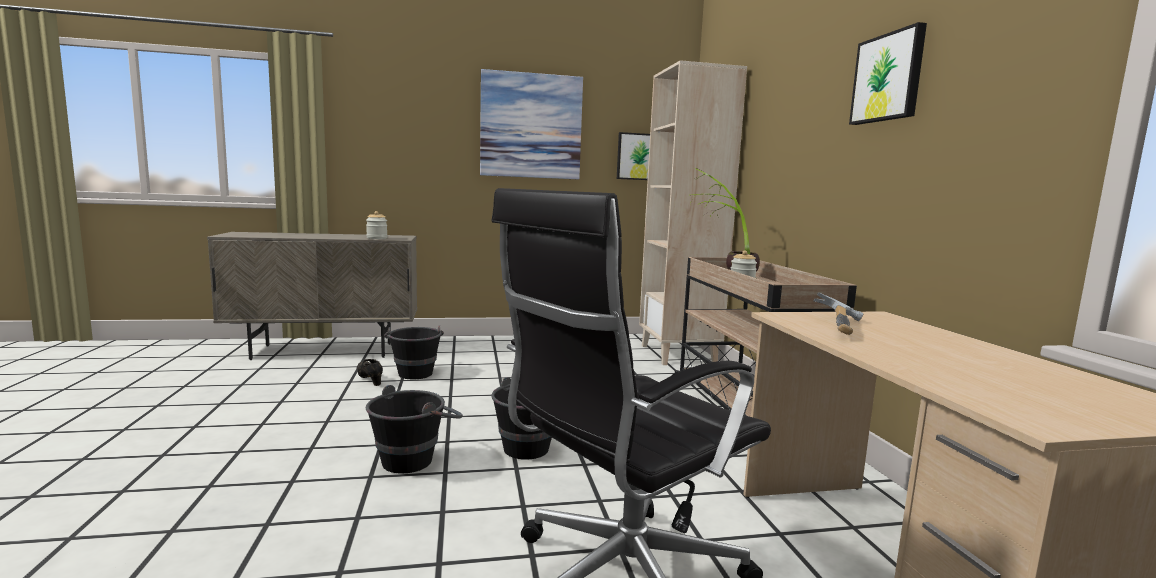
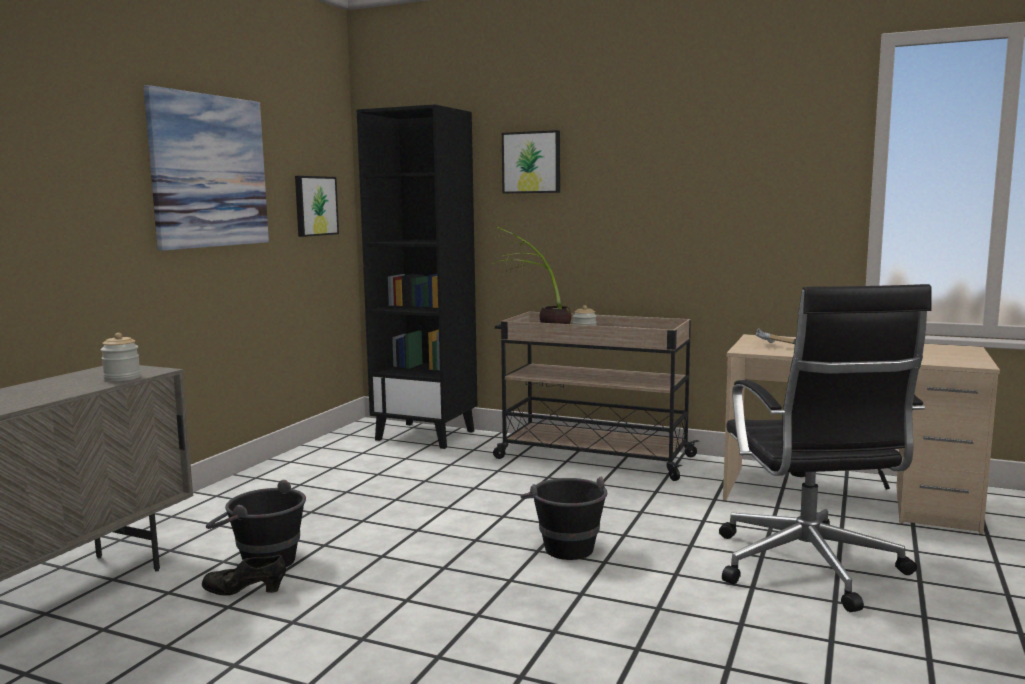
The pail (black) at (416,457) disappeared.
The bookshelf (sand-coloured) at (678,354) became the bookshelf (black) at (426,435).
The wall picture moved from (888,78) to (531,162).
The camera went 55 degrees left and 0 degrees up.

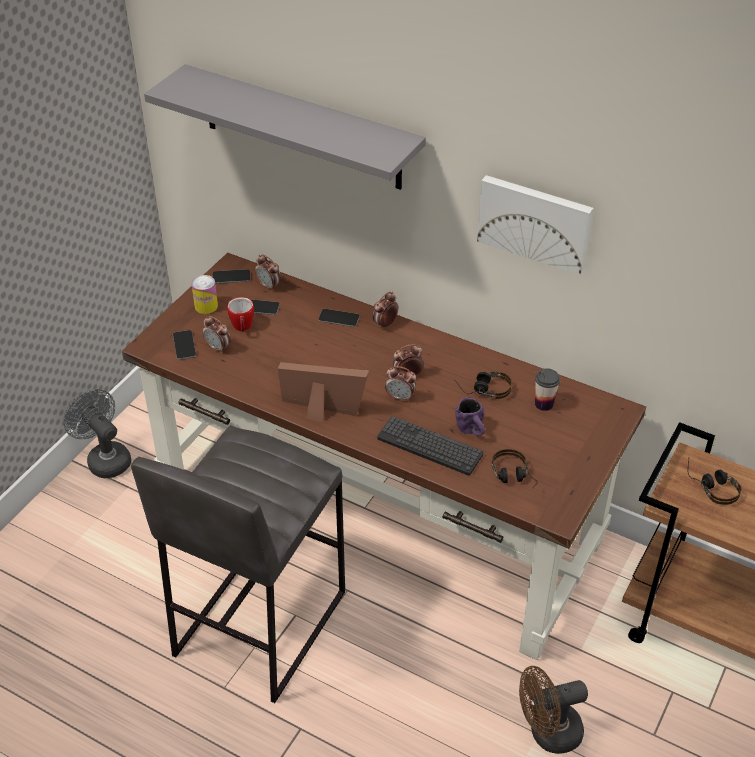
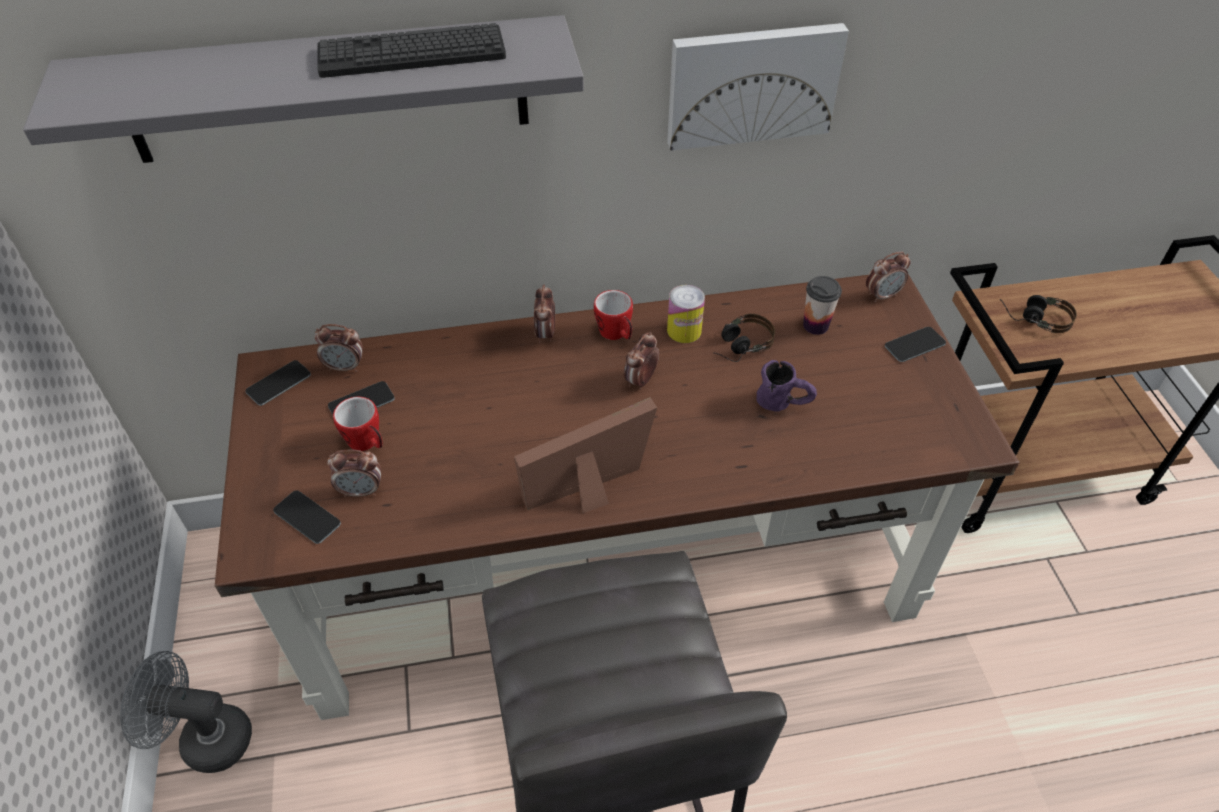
The metal can moved from (206,306) to (684,330).
The telephone moved from (339,318) to (915,345).
The keyboard moved from (429,446) to (412,53).
The alarm clock moved from (400,397) to (882,296).
The headphones at (513,478) disappeared.
The fan (brownish) at (547,733) disappeared.
The mug at (616,334) appeared.
The camera went 40 degrees left and 5 degrees up.

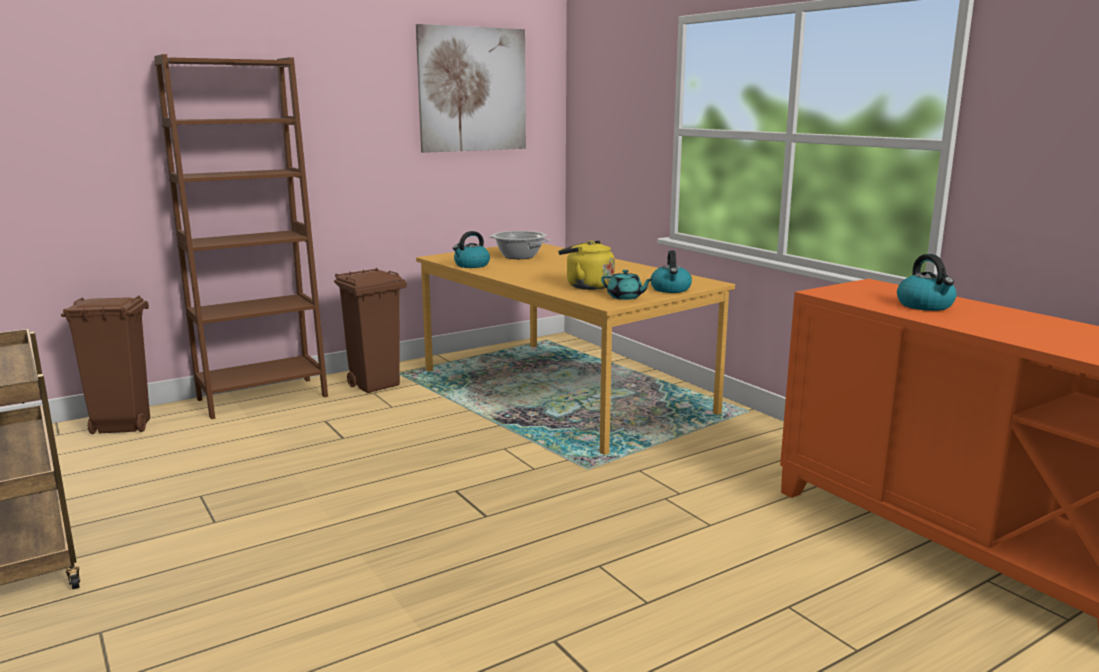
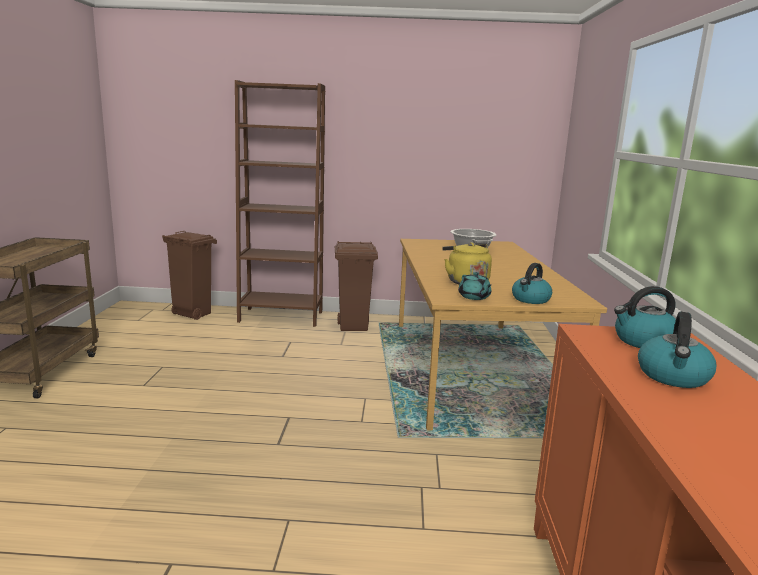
The wall picture at (472,89) disappeared.
The water kettle moved from (471,265) to (643,342).
The camera went 35 degrees right and 0 degrees up.

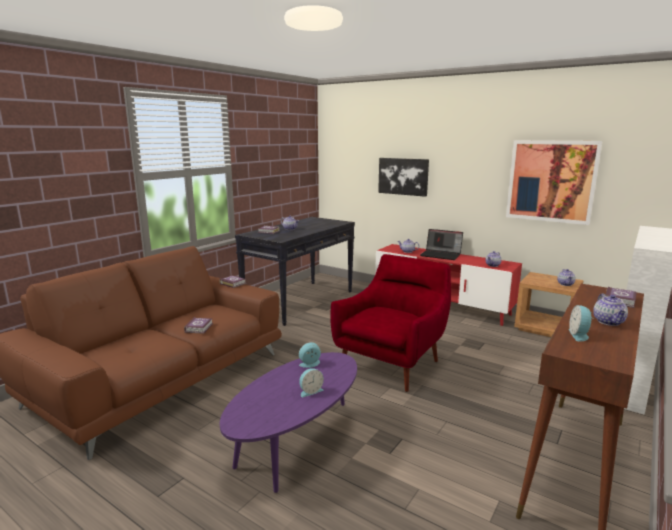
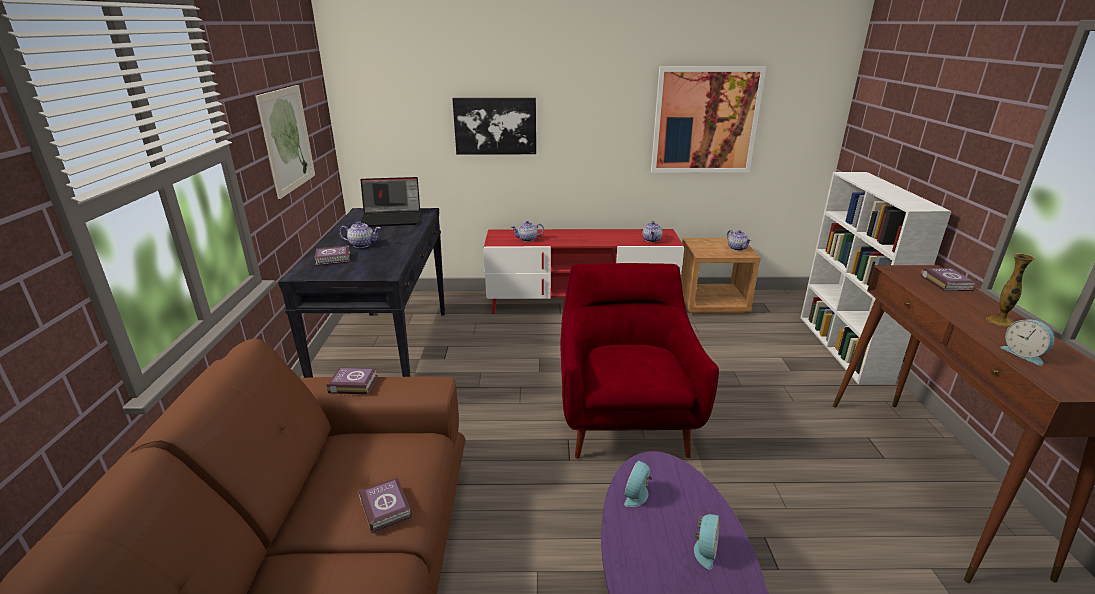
The laptop moved from (441,255) to (392,219).
The tea pot at (609,322) was replaced by the vase at (1000,321).
The wall picture at (287,139) appeared.
The camera went 35 degrees left and 10 degrees up.

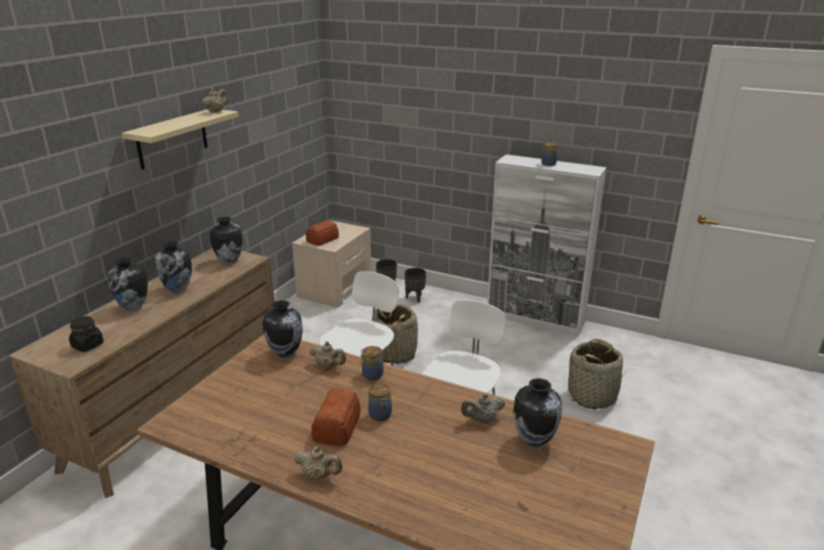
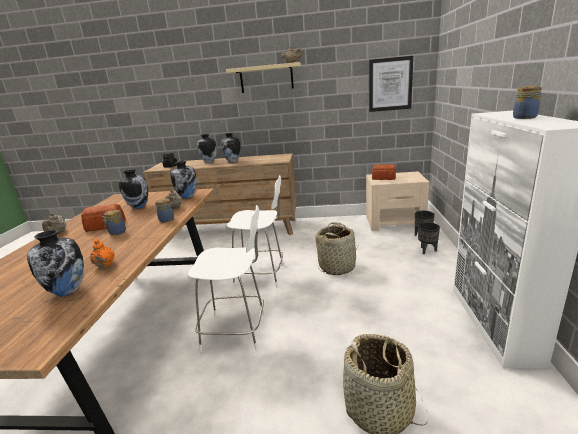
The vase moved from (229,261) to (139,207).
The tea pot (sand-coloured) at (482,420) became the tea pot (orange) at (104,264).
The wall picture at (390,84) appeared.
The camera went 70 degrees right and 5 degrees down.

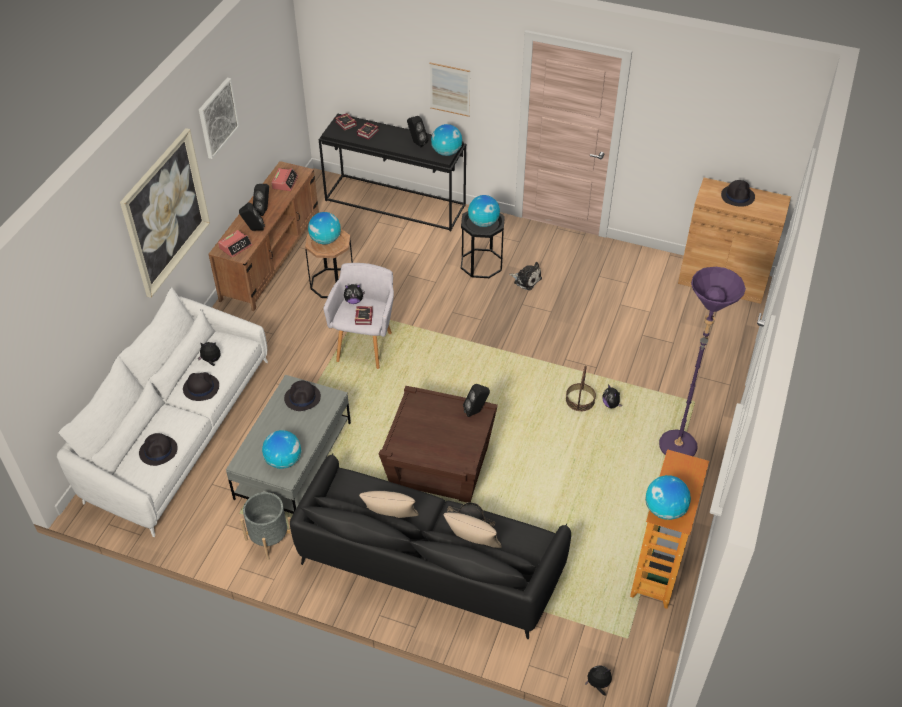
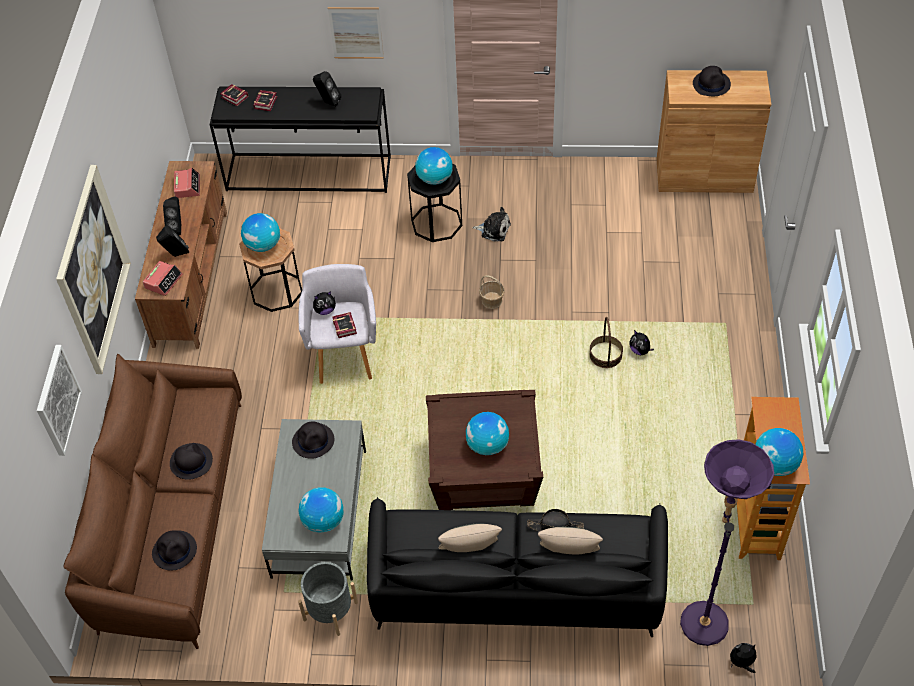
The settee (whitish) at (176,431) became the settee (brownish) at (170,518).
The soft toy at (211,361) disappeared.
The wall picture moved from (217,117) to (57,400).
The world globe moved from (446,152) to (487,445).
The loudspeaker (black) at (476,411) disappeared.
The floor lamp (purple-coloured) moved from (679,439) to (703,614).
The storage basket at (492,301) appeared.
The camera went 15 degrees left and 5 degrees up.

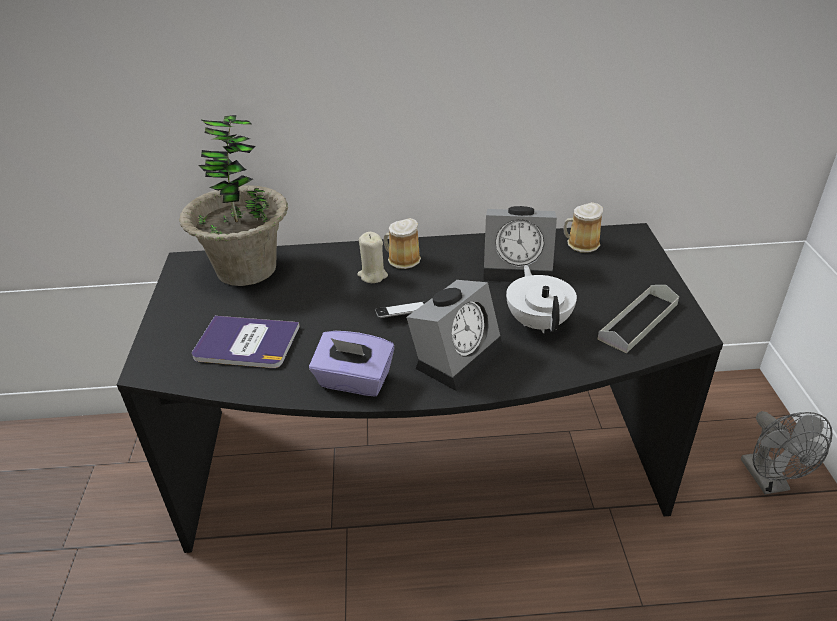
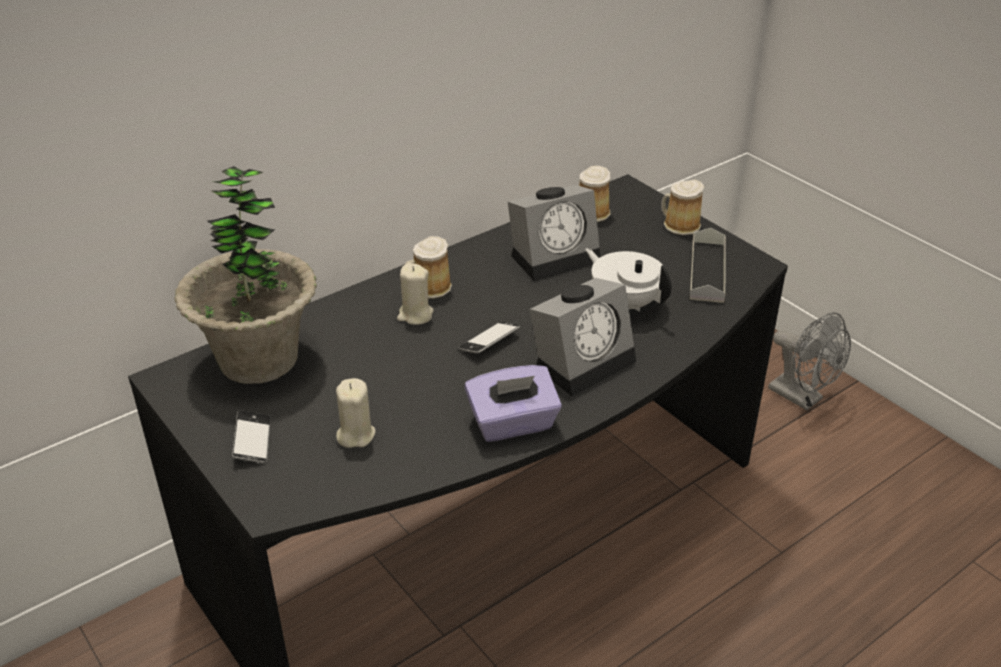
The bound book at (246,343) was replaced by the candle (sand-coloured) at (355,435).
The alarm clock at (458,355) turned 45 degrees clockwise.
The telephone at (252,441) appeared.
The mug at (679,225) appeared.
The camera went 35 degrees left and 0 degrees up.

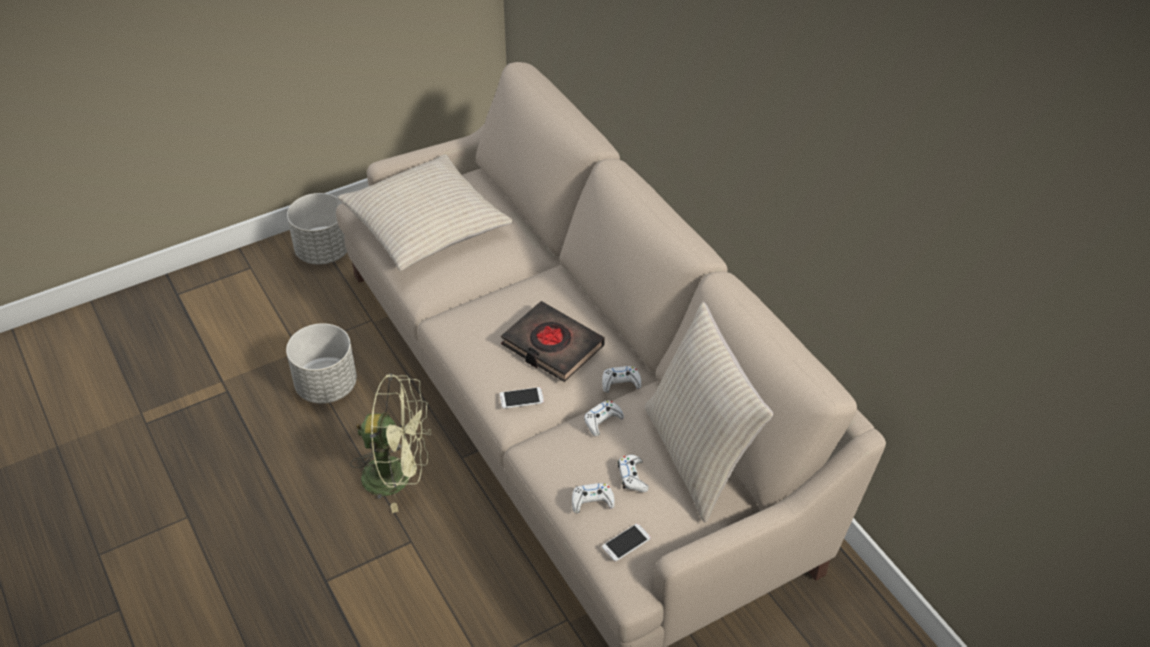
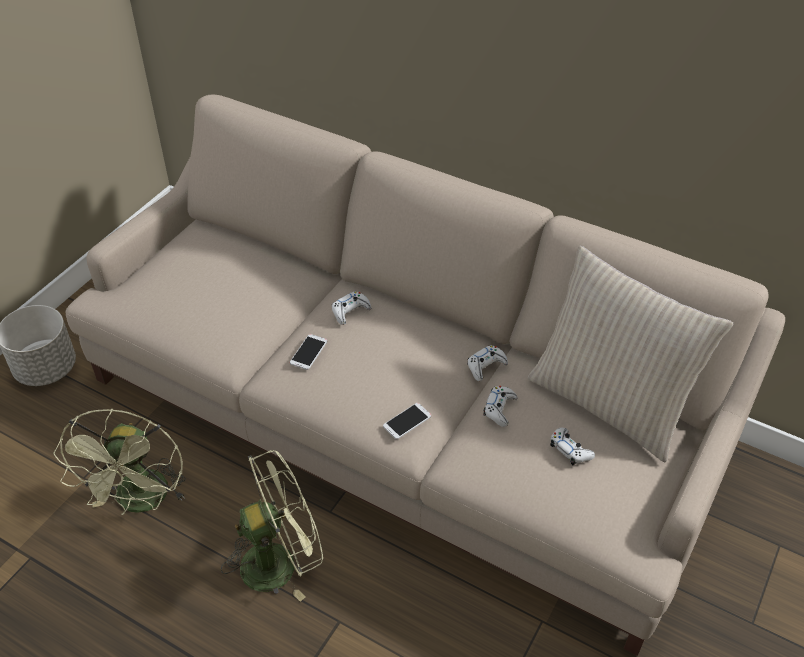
The plant pot (greyish) at (327,386) was replaced by the fan (greenish) at (141,502).
The pillow (sand-coloured) at (425,225) disappeared.
The bound book (black) at (552,346) disappeared.
The gamepad (whitish) moved from (592,501) to (350,311).
The telephone moved from (626,542) to (308,352).
The camera went 30 degrees left and 0 degrees up.

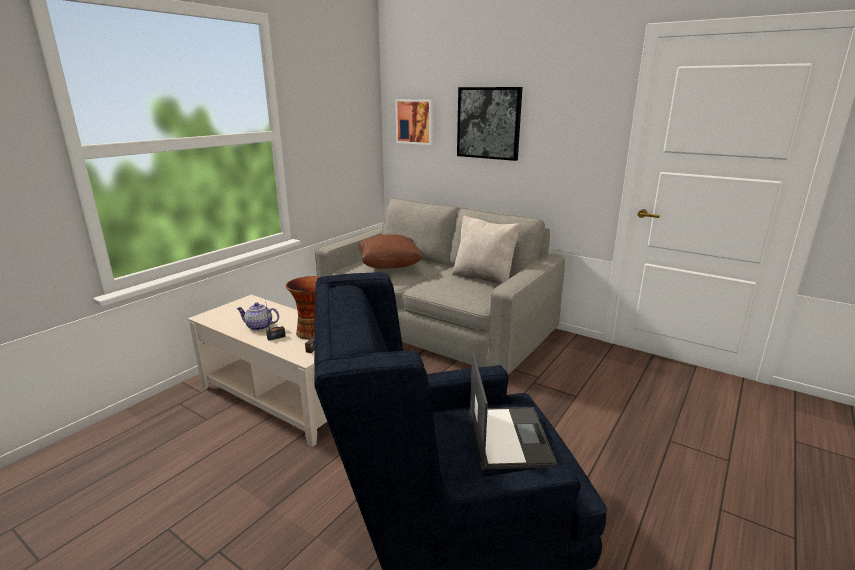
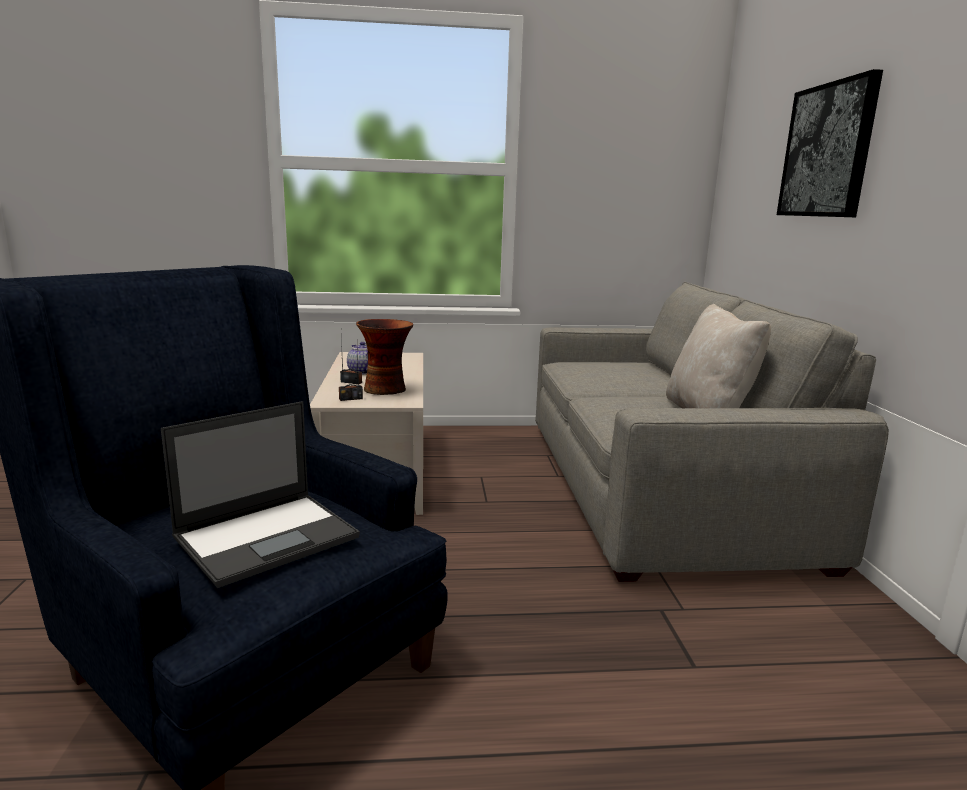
The pillow (brownish) at (389,267) disappeared.
The wall picture at (415,121) disappeared.
The camera went 50 degrees right and 5 degrees down.

